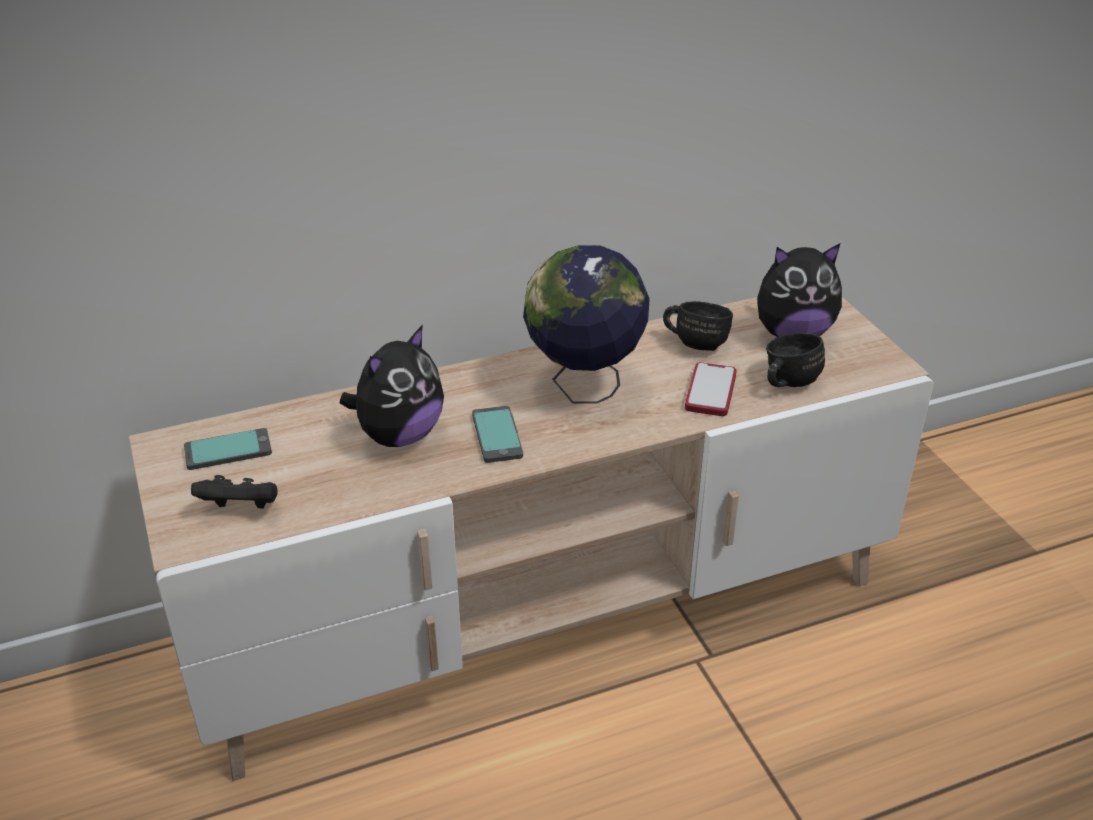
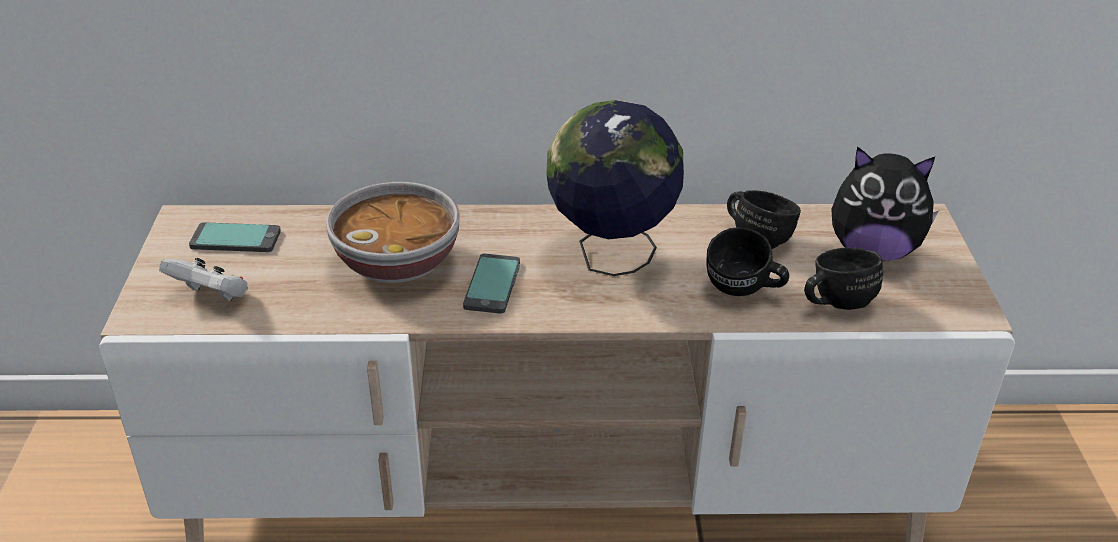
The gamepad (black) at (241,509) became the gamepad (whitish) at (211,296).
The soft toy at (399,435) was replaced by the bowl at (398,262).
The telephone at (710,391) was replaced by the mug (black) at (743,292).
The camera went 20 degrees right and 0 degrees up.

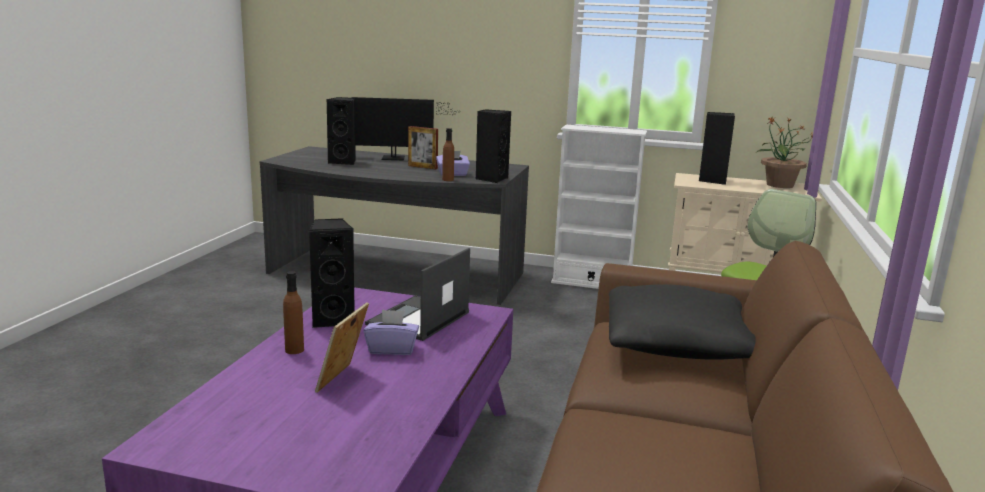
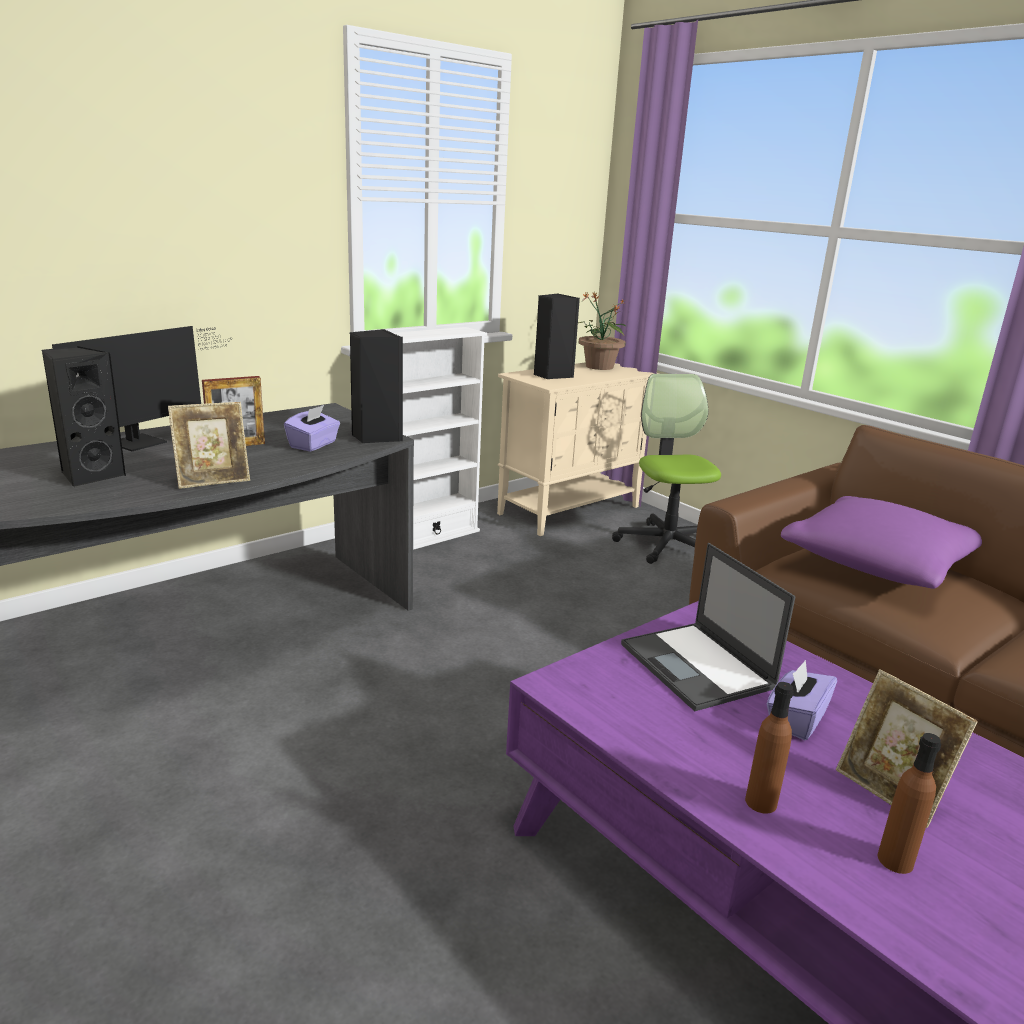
The loudspeaker (black) at (333,319) disappeared.
The bottle (brownish) moved from (448,180) to (895,860).
The pillow (black) at (676,345) became the pillow (purple-coloured) at (877,563).
The standing frame at (213,481) appeared.
The camera went 55 degrees left and 5 degrees up.

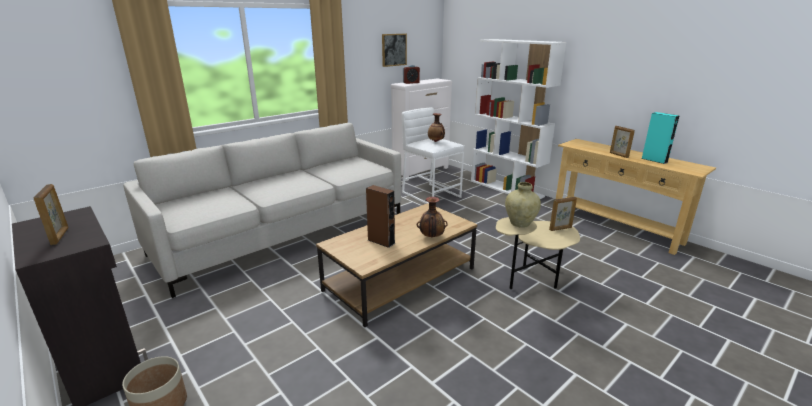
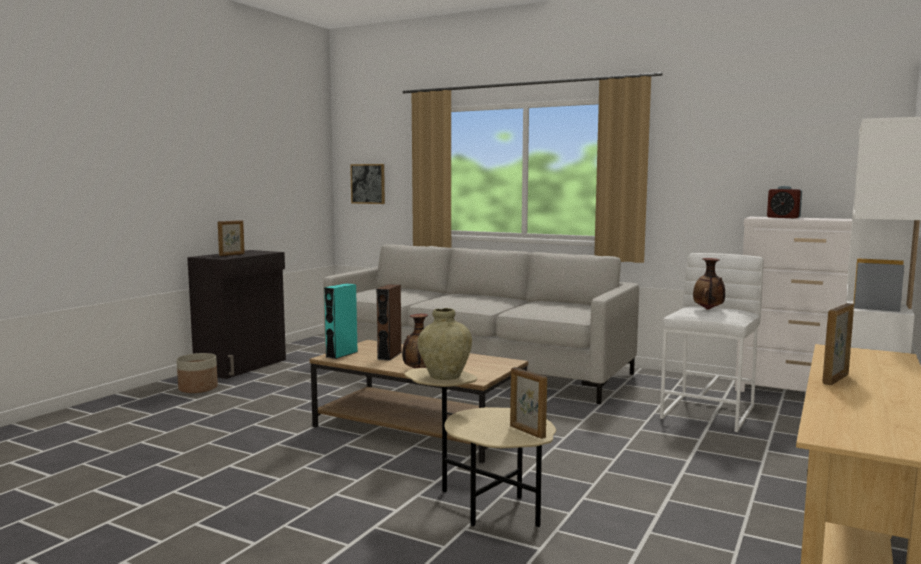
The wall picture moved from (394,50) to (368,184).
The loudspeaker (blue-green) moved from (654,160) to (341,354).
The camera went 70 degrees right and 15 degrees down.

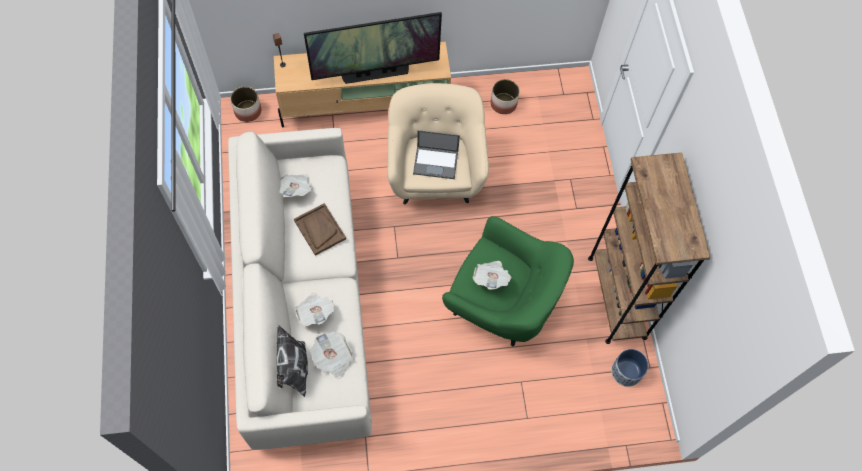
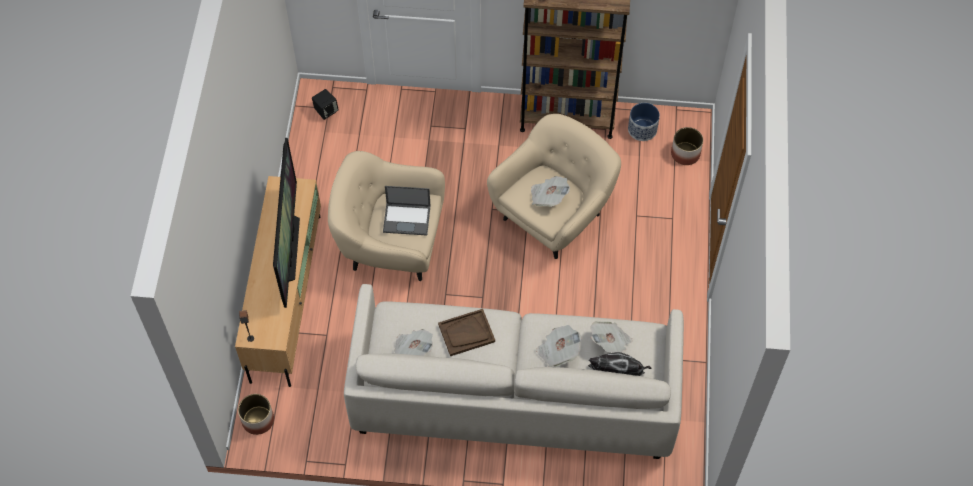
The laptop at (436,162) turned 75 degrees clockwise.
The armchair (greenish) at (502,304) became the armchair (sand-coloured) at (554,214).
The plant pot moved from (503,103) to (685,153).
The loudspeaker (black) at (326,111) appeared.
The camera went 75 degrees left and 5 degrees down.

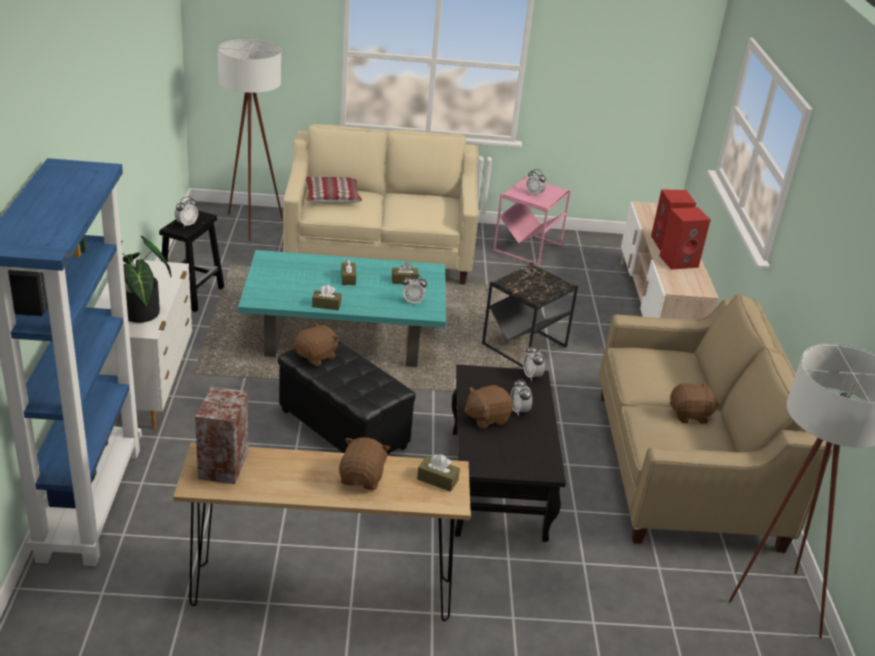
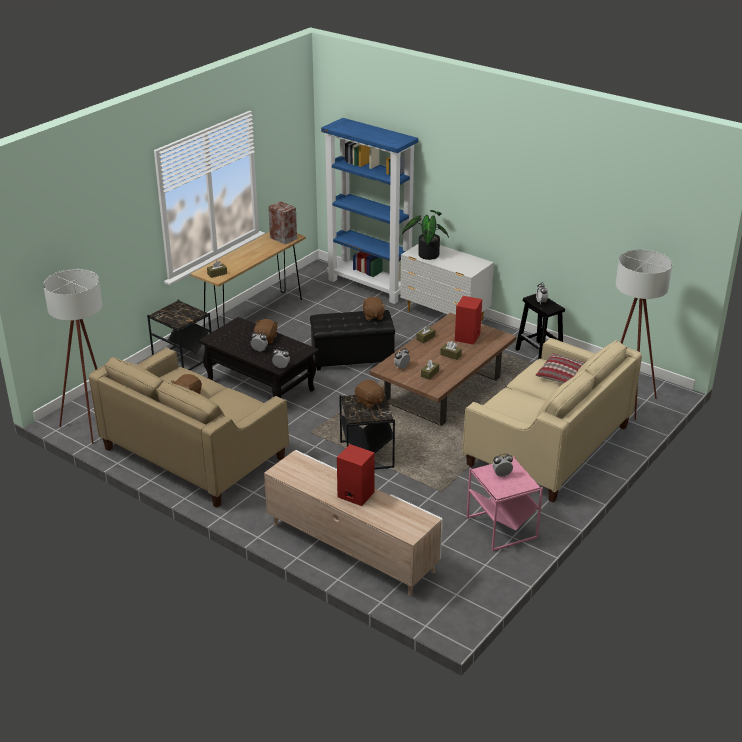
The low table (blue-green) at (345,335) became the low table (brownish) at (443,390).
The soft toy (brownish) moved from (362,478) to (369,402).
The loudspeaker (reddish) moved from (679,261) to (467,337).
The accent table (black) at (183,358) appeared.
The camera went 130 degrees right and 0 degrees up.

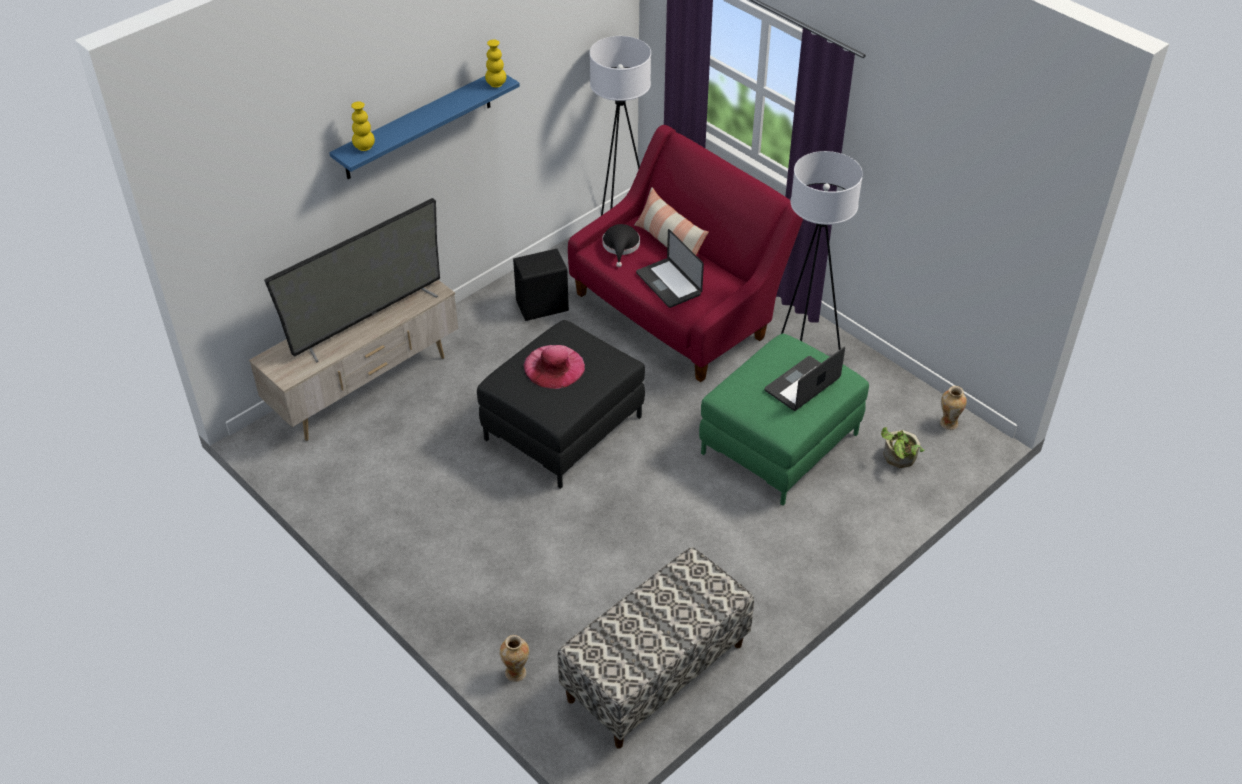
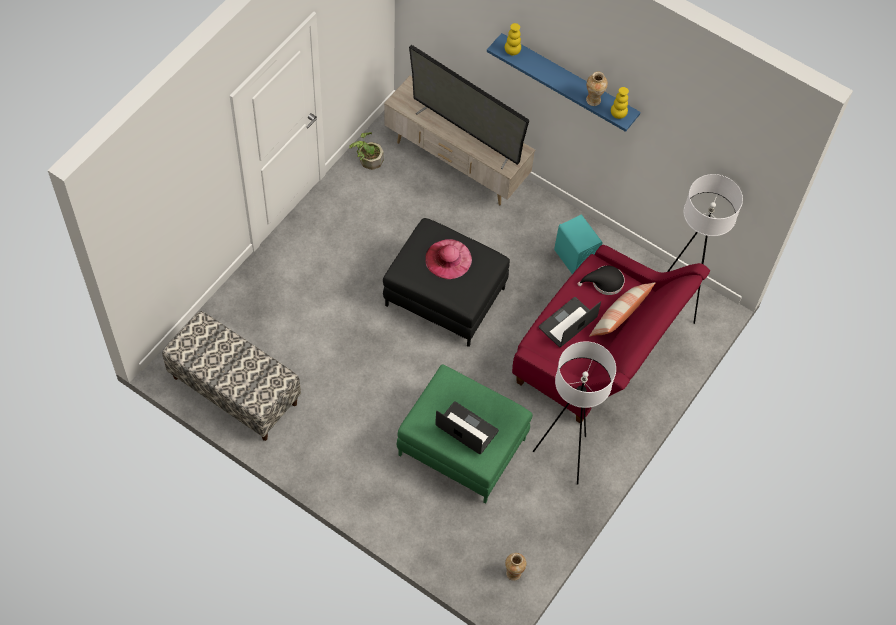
The vase moved from (516,673) to (593,100).
The loudspeaker (black) at (541,306) became the loudspeaker (blue-green) at (575,258).
The potted plant moved from (898,459) to (368,159).
The camera went 75 degrees right and 15 degrees up.

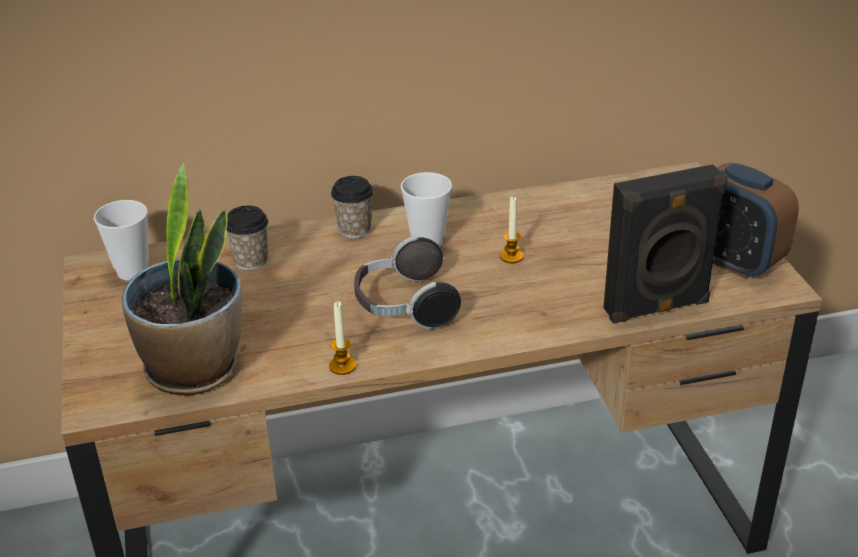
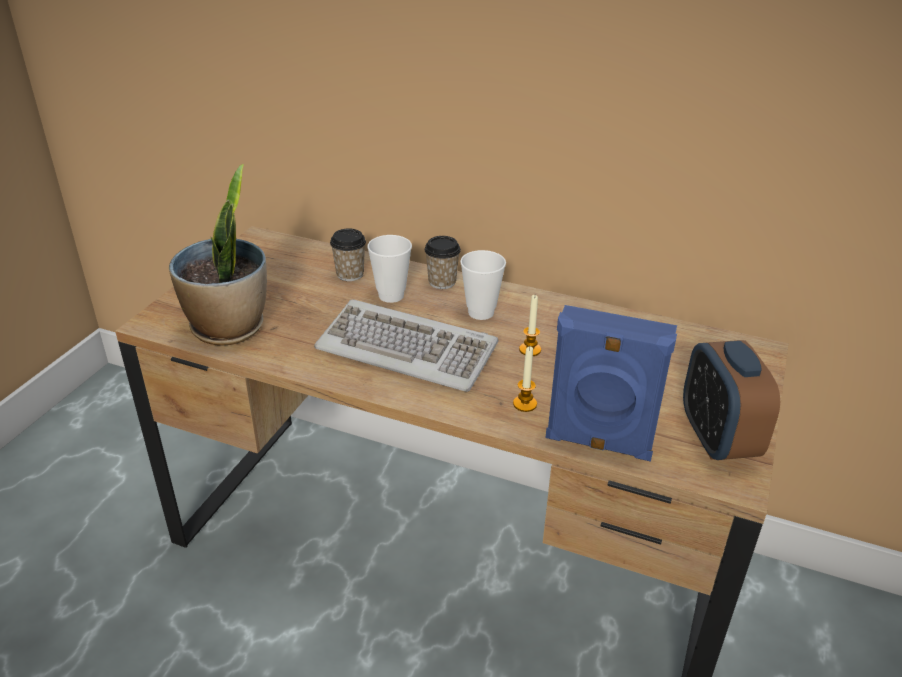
The drinking cup moved from (132,271) to (391,295).
The candle moved from (342,366) to (525,404).
The headphones at (404,306) was replaced by the keyboard at (407,349).
The loudspeaker (black) at (657,308) became the loudspeaker (blue) at (598,444).
The camera went 35 degrees right and 0 degrees up.

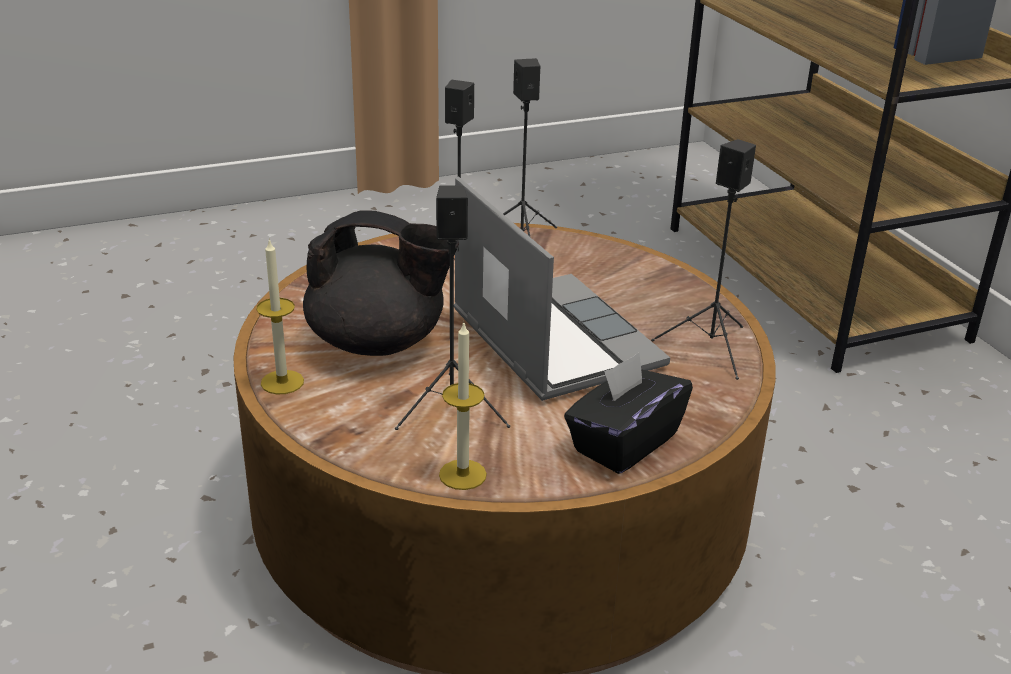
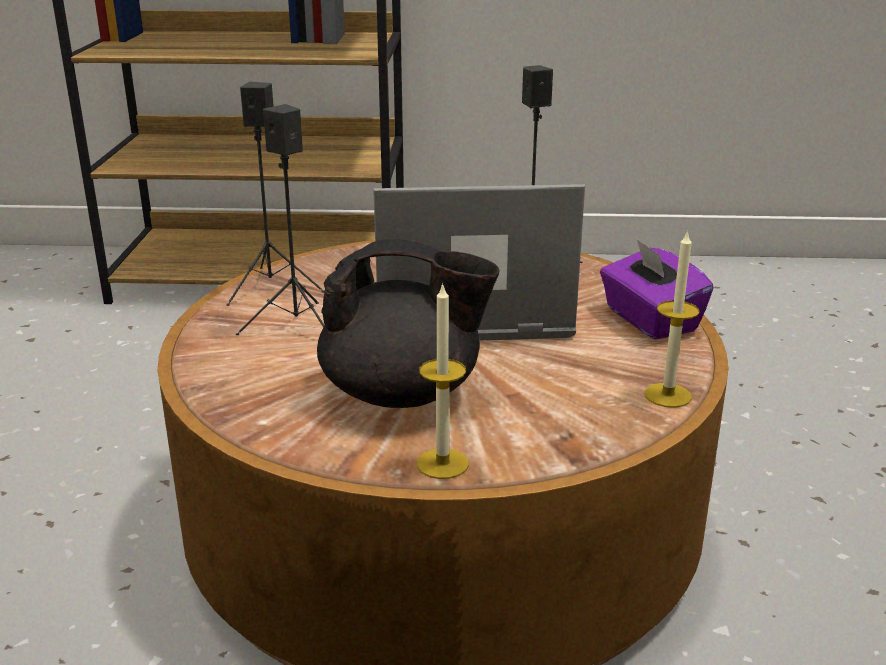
The tea pot (black) at (378,342) turned 60 degrees clockwise.
The loudspeaker (black) at (453,409) disappeared.
The tissue box (black) at (624,443) became the tissue box (purple-coloured) at (649,320).
The camera went 65 degrees left and 5 degrees down.

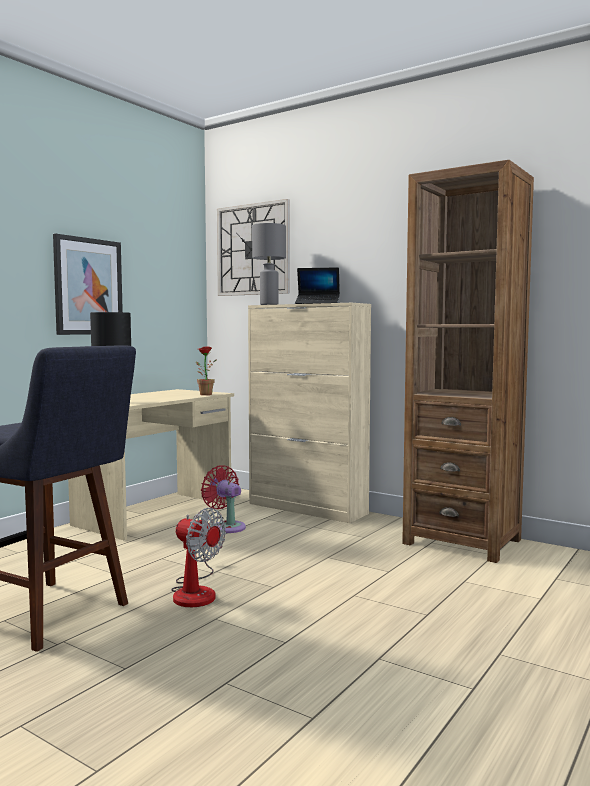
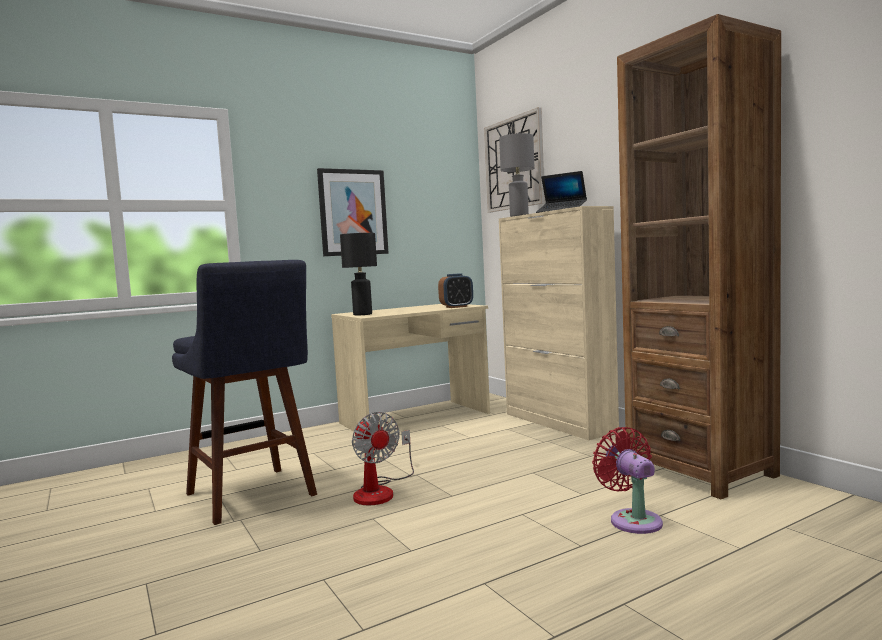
The potted plant at (204,394) was replaced by the alarm clock at (456,307).
The fan (reddish) moved from (226,527) to (632,519).
The camera went 25 degrees right and 0 degrees up.

